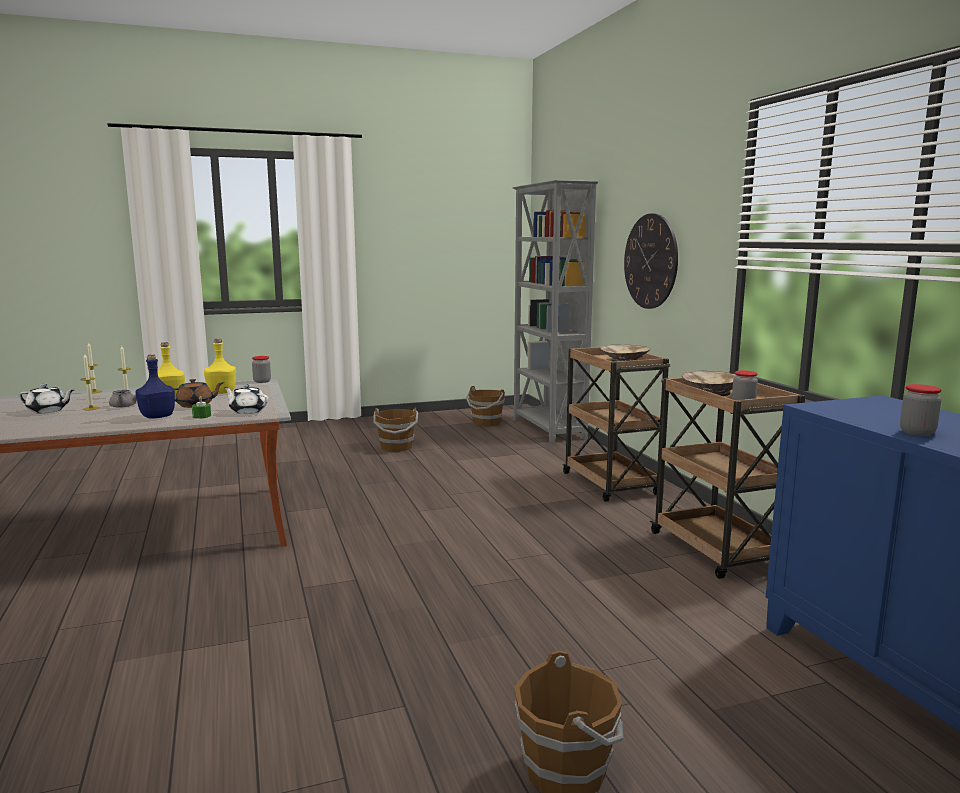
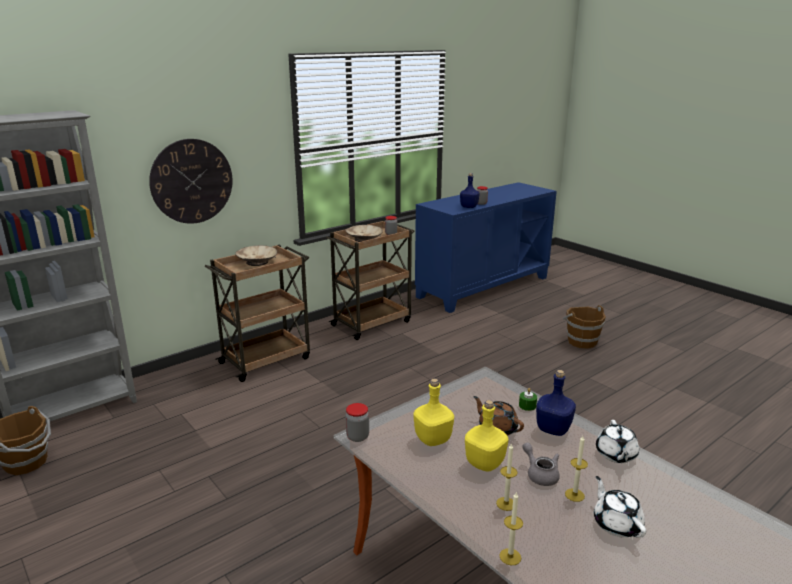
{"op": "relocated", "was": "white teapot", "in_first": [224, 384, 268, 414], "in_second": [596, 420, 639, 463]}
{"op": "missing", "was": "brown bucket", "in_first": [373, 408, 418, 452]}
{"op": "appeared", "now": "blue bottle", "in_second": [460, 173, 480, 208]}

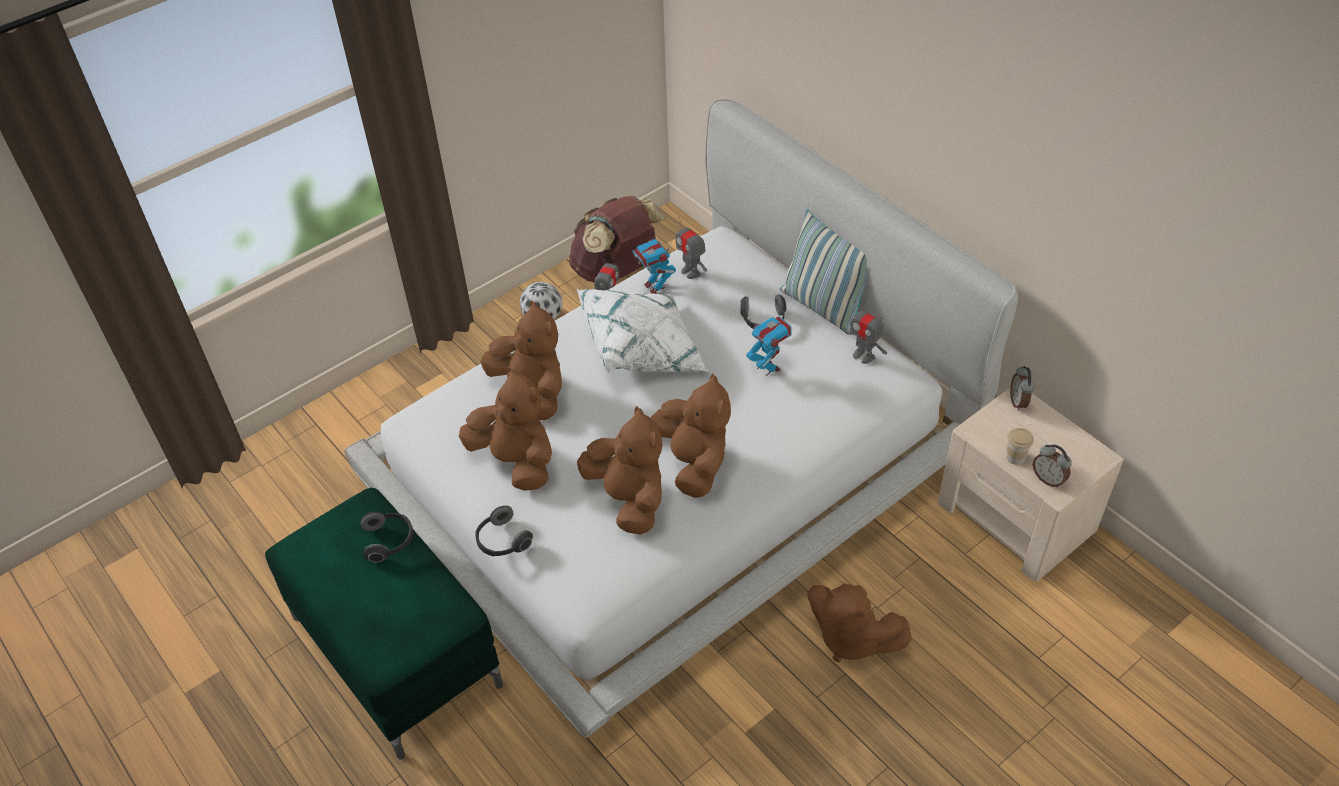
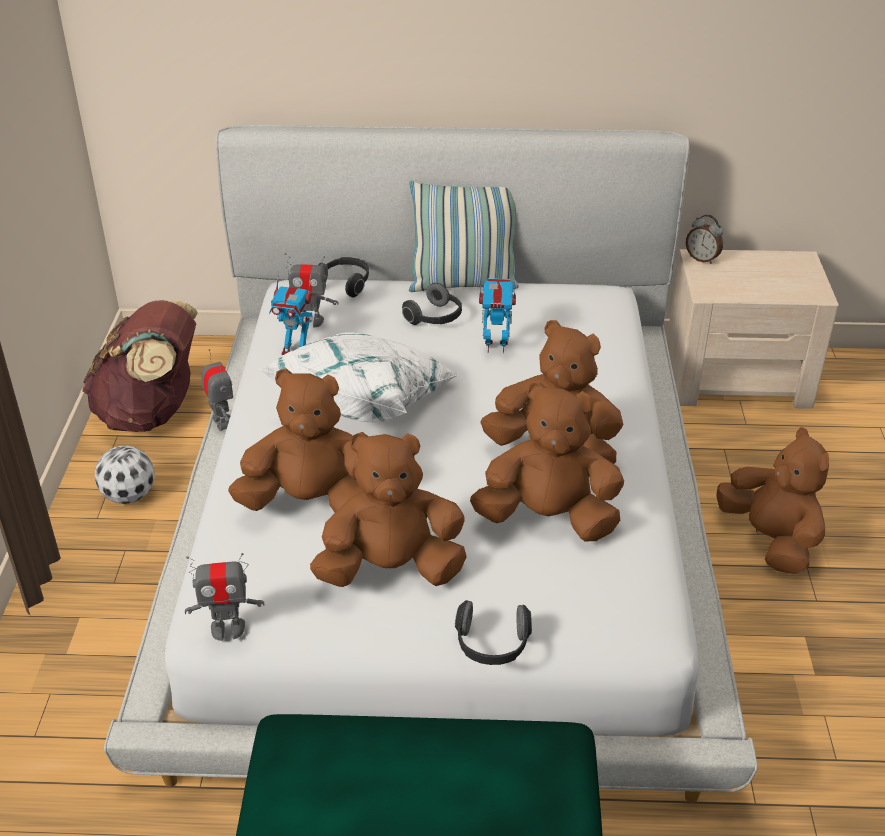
{"op": "relocated", "was": "headphones", "in_first": [360, 512, 413, 562], "in_second": [318, 257, 369, 298]}
{"op": "spun", "was": "brown plush toy", "in_first": [807, 583, 912, 662], "in_second": [716, 427, 829, 574], "clockwise": -105}
{"op": "relocated", "was": "toy robot", "in_first": [845, 301, 887, 364], "in_second": [185, 553, 264, 641]}
{"op": "missing", "was": "cup", "in_first": [1006, 428, 1034, 465]}
{"op": "missing", "was": "alarm clock", "in_first": [1033, 444, 1072, 488]}

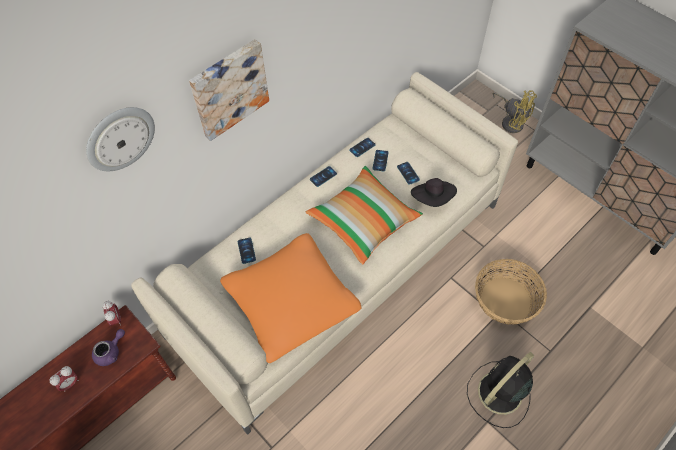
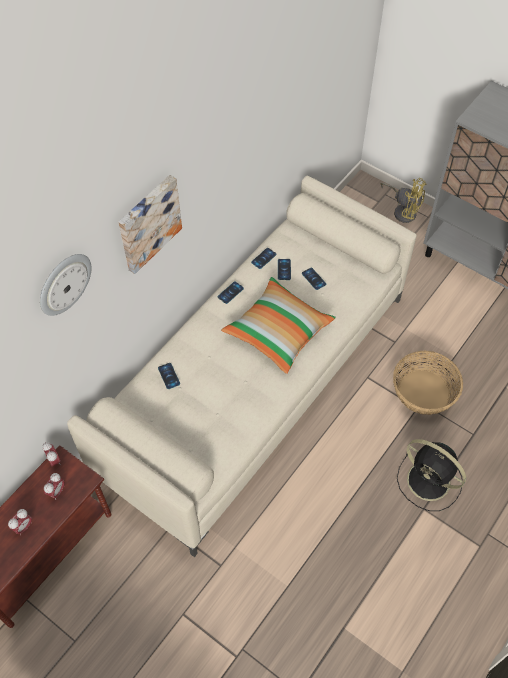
{"op": "exchanged", "was": "purple teapot", "now": "alarm clock", "in_first": [92, 329, 125, 366], "in_second": [44, 473, 65, 500]}
{"op": "missing", "was": "orange pillow", "in_first": [220, 233, 362, 363]}
{"op": "missing", "was": "black hat", "in_first": [411, 178, 457, 207]}
{"op": "spun", "was": "black fan", "in_first": [467, 352, 534, 428], "in_second": [397, 439, 466, 511], "clockwise": -90}

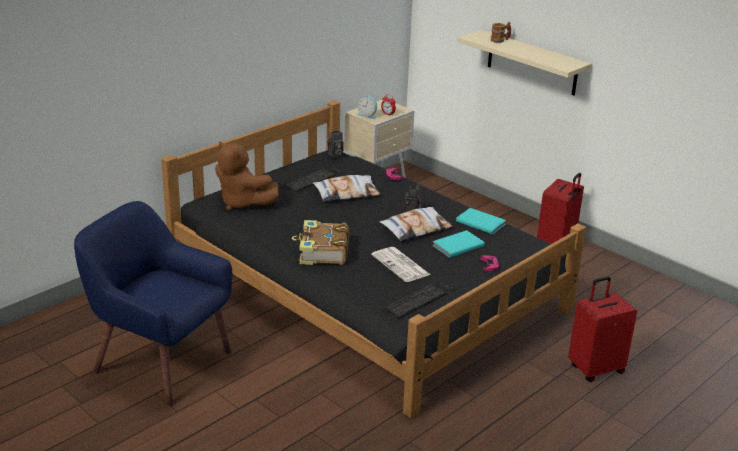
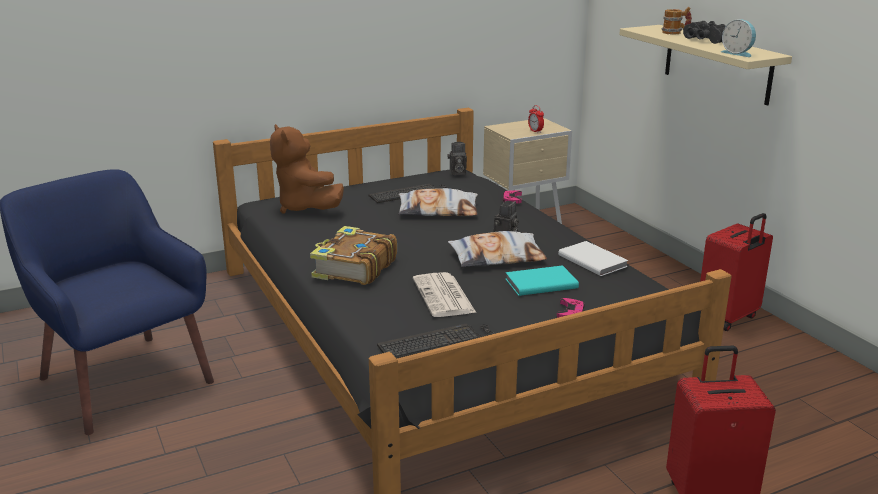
{"op": "relocated", "was": "alarm clock", "in_first": [357, 96, 377, 119], "in_second": [721, 19, 756, 57]}
{"op": "colour", "was": "turquoise book", "now": "white book", "in_first": [456, 208, 506, 234], "in_second": [558, 241, 629, 276]}
{"op": "appeared", "now": "black binoculars", "in_second": [683, 21, 726, 44]}

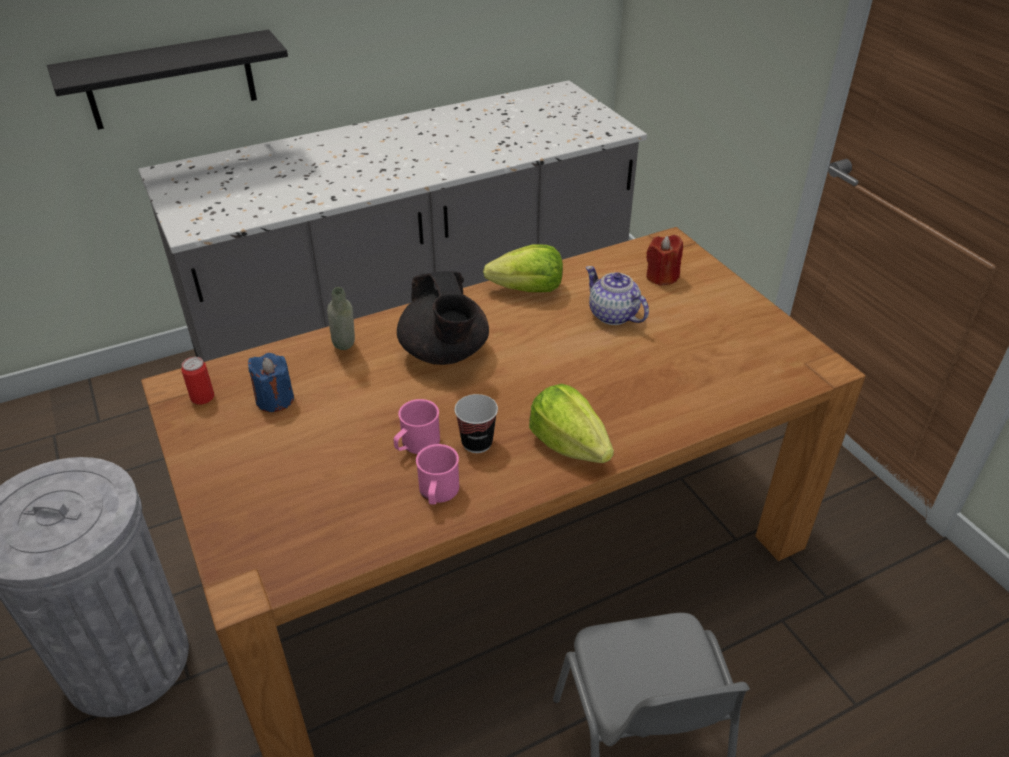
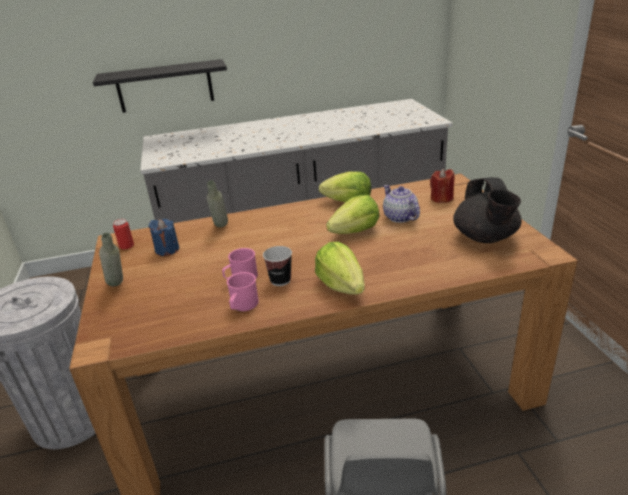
{"op": "relocated", "was": "black teapot", "in_first": [397, 271, 489, 365], "in_second": [453, 177, 522, 243]}
{"op": "appeared", "now": "grey bottle", "in_second": [99, 233, 123, 286]}
{"op": "appeared", "now": "lettuce", "in_second": [326, 195, 380, 234]}

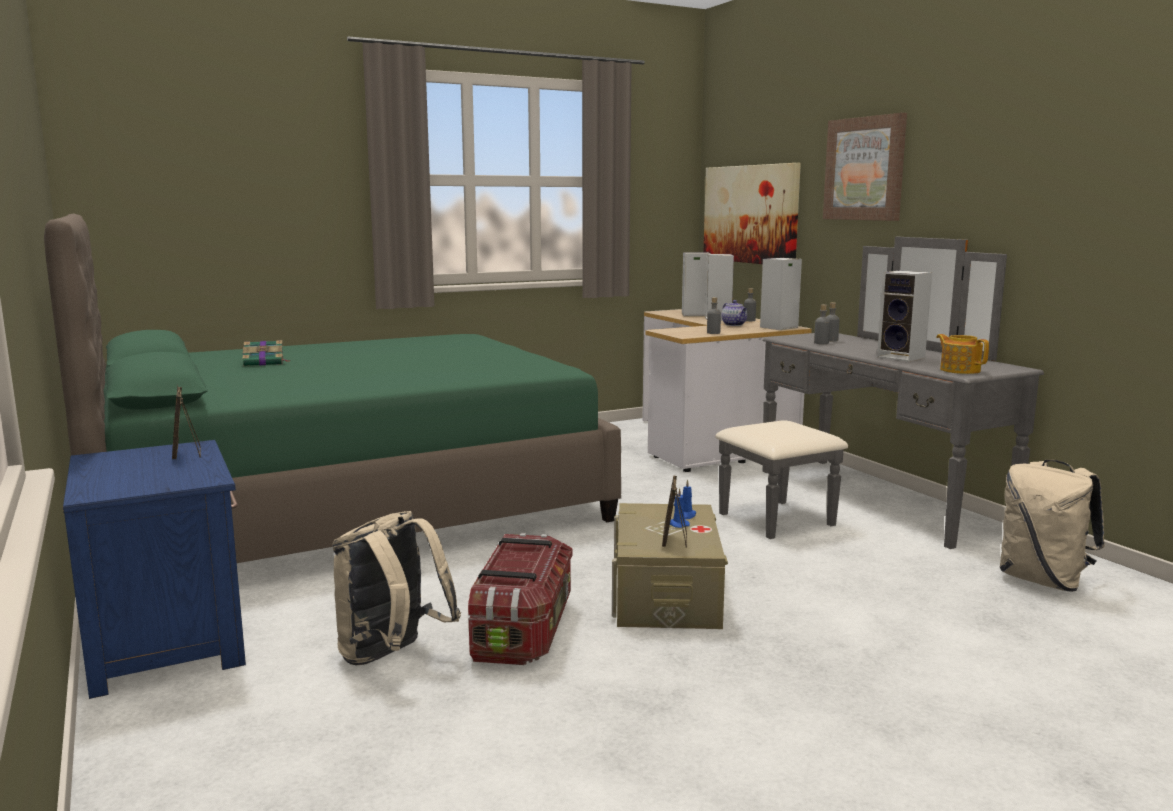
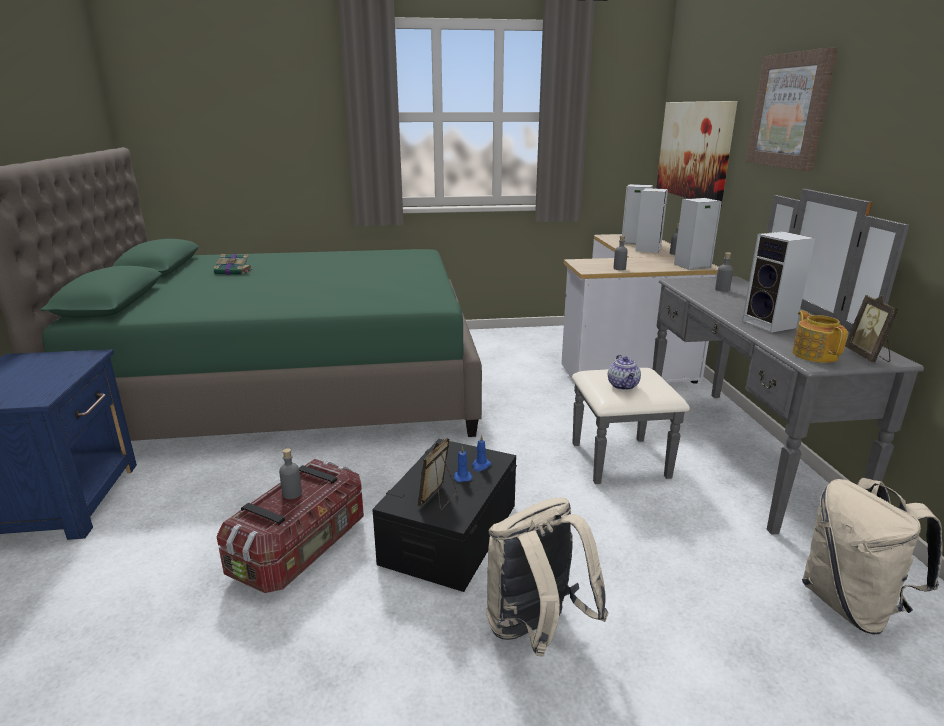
{"op": "relocated", "was": "picture frame", "in_first": [172, 385, 201, 459], "in_second": [845, 295, 898, 362]}
{"op": "relocated", "was": "beige backpack", "in_first": [332, 511, 461, 666], "in_second": [487, 497, 609, 657]}
{"op": "colour", "was": "beige storage box", "now": "black storage box", "in_first": [612, 503, 728, 629], "in_second": [372, 439, 517, 592]}
{"op": "relocated", "was": "teapot", "in_first": [721, 300, 747, 326], "in_second": [608, 355, 641, 390]}
{"op": "relocated", "was": "grey bottle", "in_first": [814, 305, 830, 344], "in_second": [279, 448, 302, 499]}

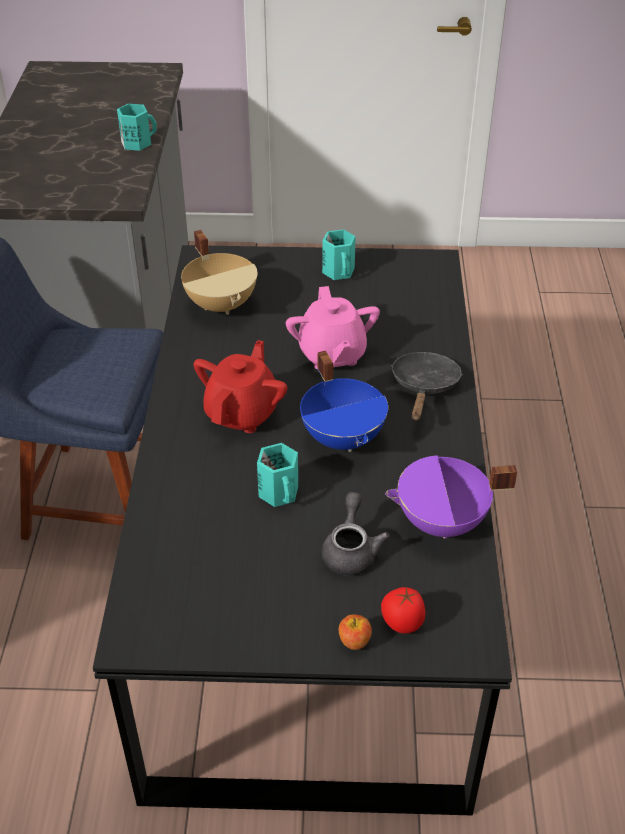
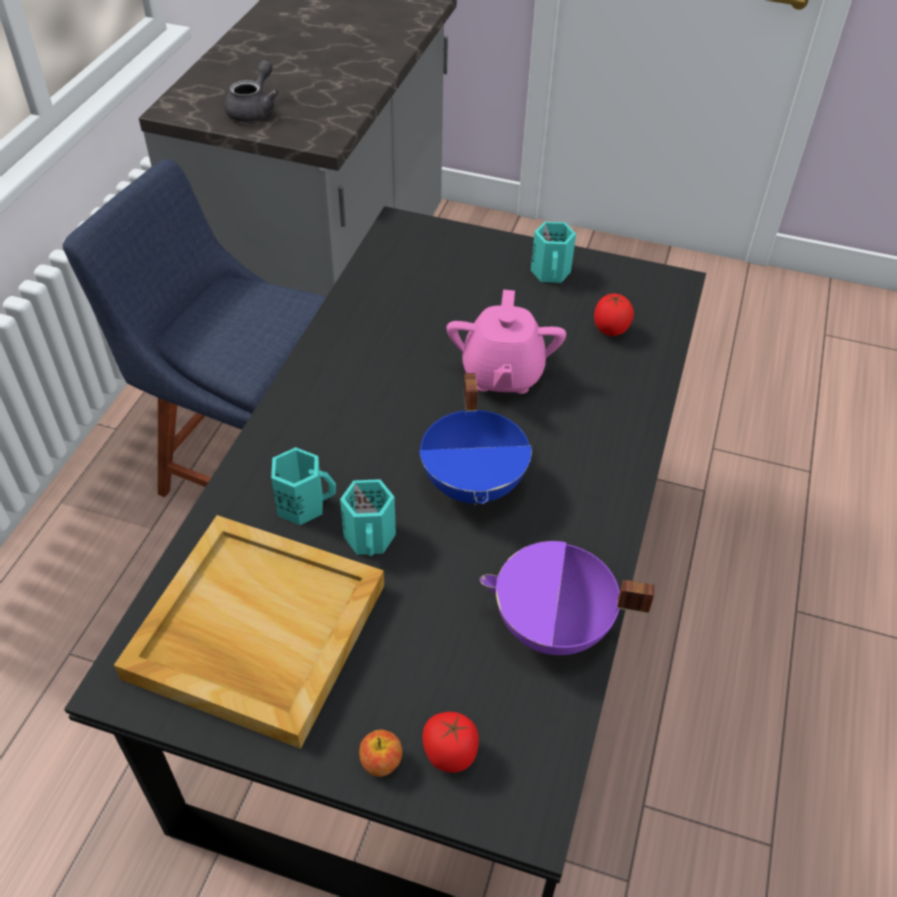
{"op": "relocated", "was": "turquoise mug", "in_first": [117, 103, 157, 151], "in_second": [271, 447, 336, 525]}
{"op": "missing", "was": "beige cooking pot", "in_first": [181, 230, 258, 315]}
{"op": "missing", "was": "red teapot", "in_first": [194, 340, 288, 433]}
{"op": "relocated", "was": "grey teapot", "in_first": [322, 492, 389, 576], "in_second": [225, 60, 279, 122]}
{"op": "missing", "was": "black frying pan", "in_first": [391, 352, 463, 420]}
{"op": "appeared", "now": "beige tray", "in_second": [114, 515, 384, 749]}
{"op": "appeared", "now": "tomato", "in_second": [594, 293, 634, 336]}

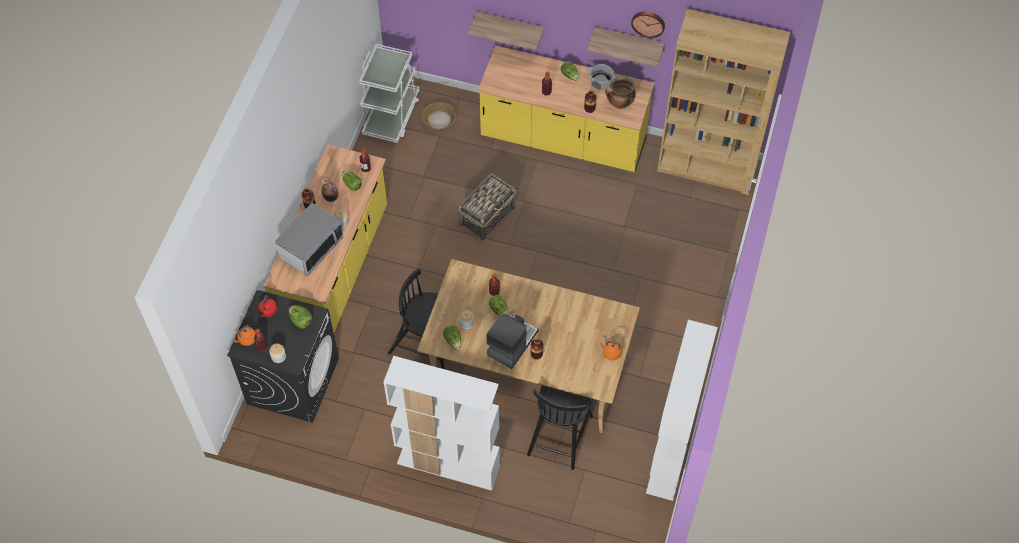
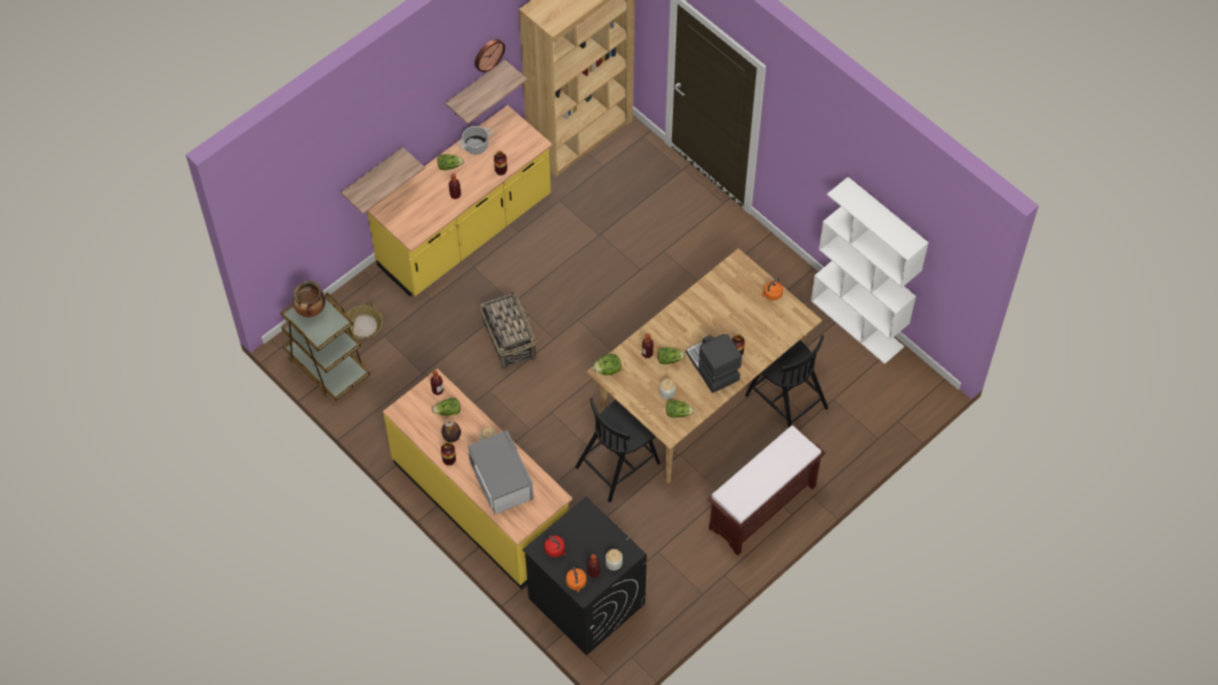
{"op": "relocated", "was": "lettuce", "in_first": [289, 305, 312, 329], "in_second": [593, 354, 621, 375]}
{"op": "colour", "was": "white cart", "now": "brown cart", "in_first": [359, 44, 419, 143], "in_second": [280, 292, 370, 401]}
{"op": "exchanged", "was": "white bookcase", "now": "brown bench", "in_first": [384, 356, 500, 491], "in_second": [707, 425, 825, 556]}
{"op": "relocated", "was": "cooking pot", "in_first": [605, 76, 636, 109], "in_second": [293, 280, 326, 317]}

